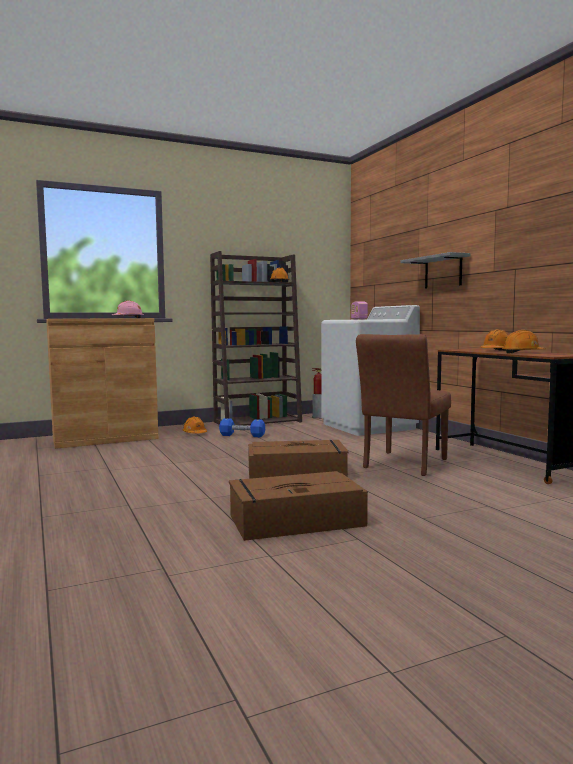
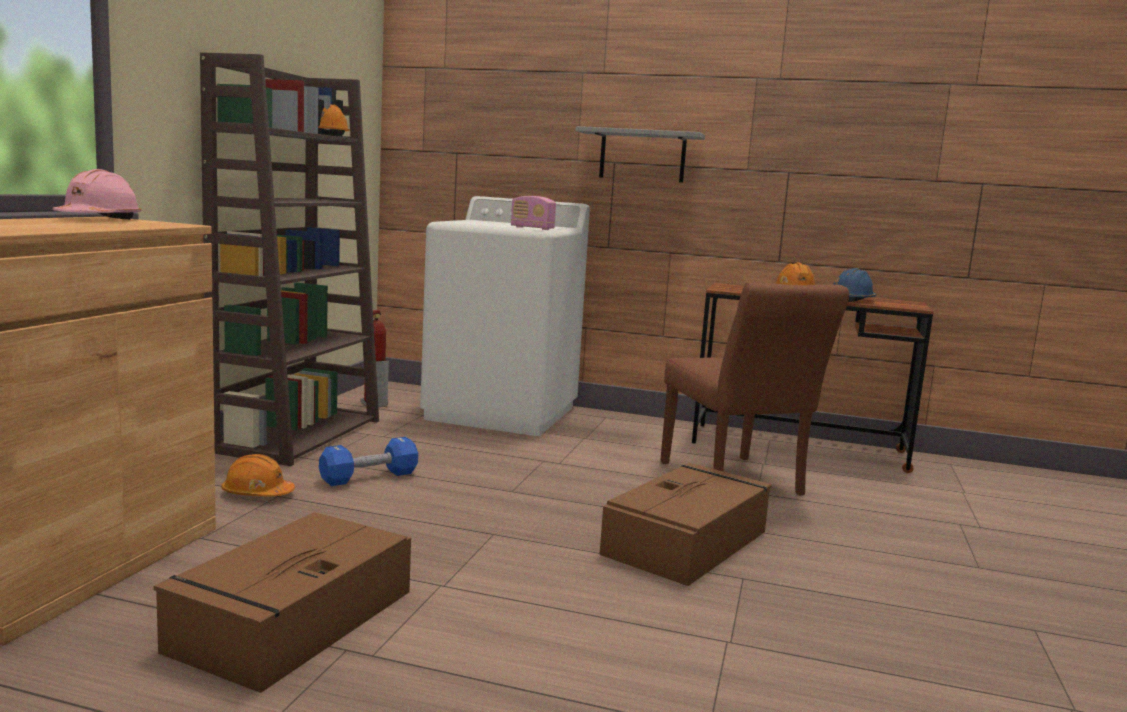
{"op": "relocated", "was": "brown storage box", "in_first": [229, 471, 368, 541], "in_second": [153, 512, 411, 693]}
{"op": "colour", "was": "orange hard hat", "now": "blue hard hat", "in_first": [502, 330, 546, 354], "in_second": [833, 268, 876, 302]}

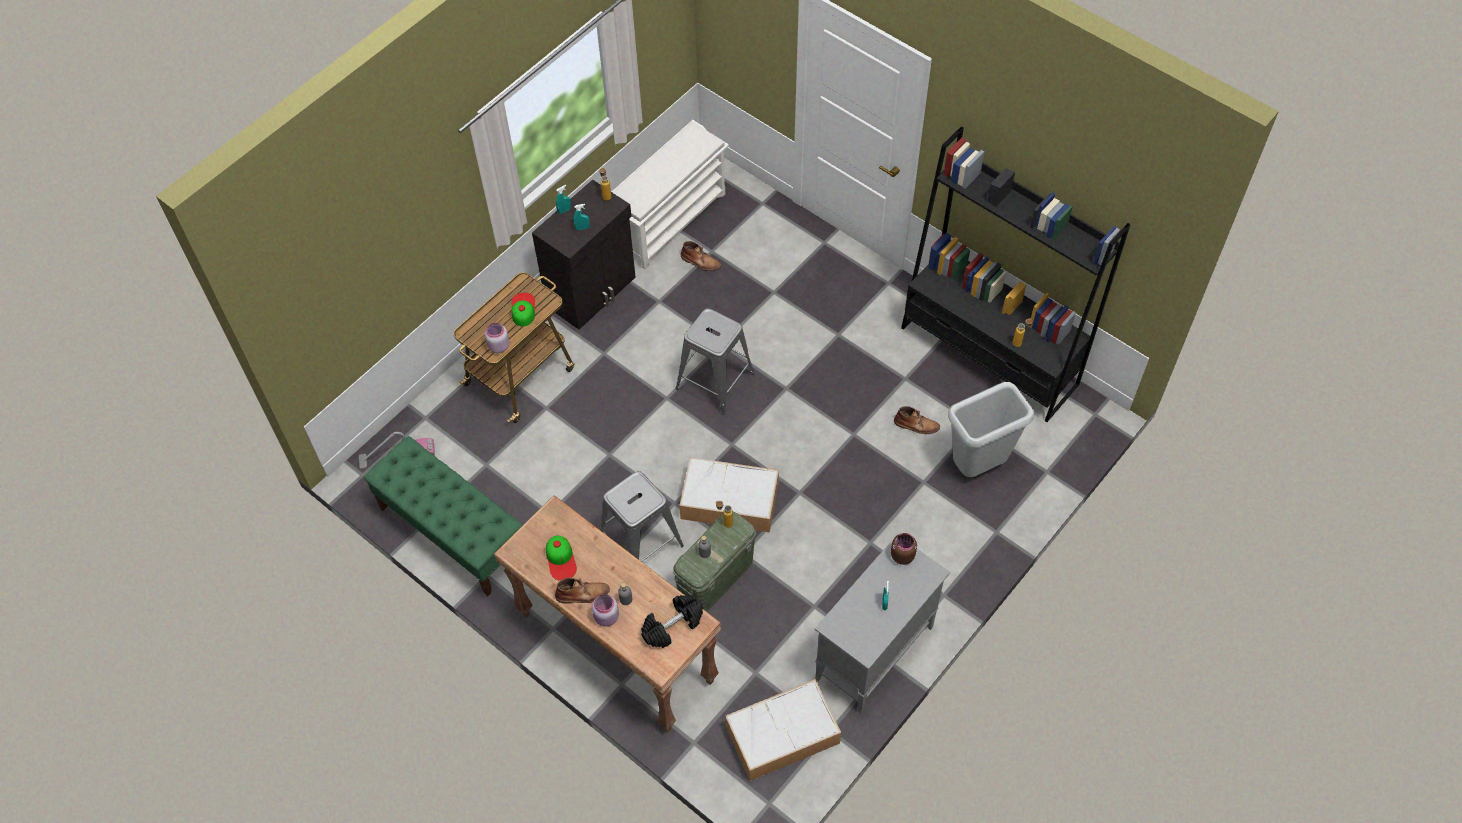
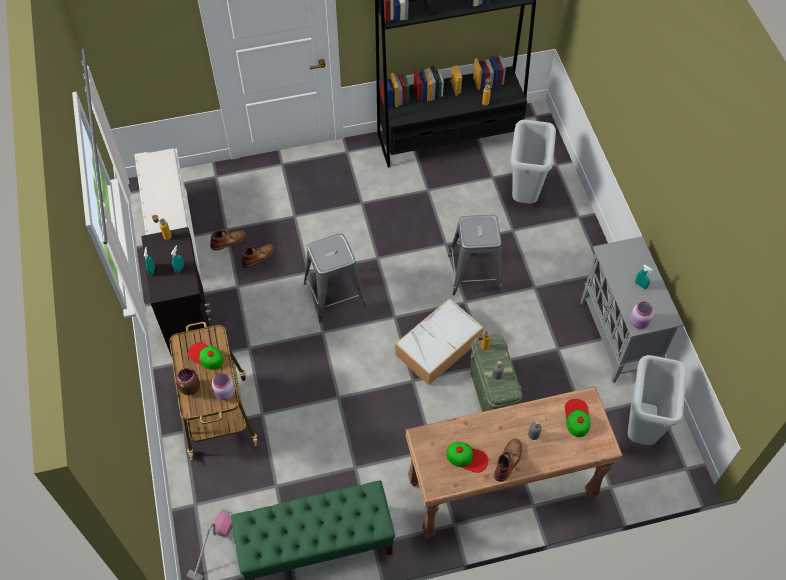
{"op": "relocated", "was": "pink jar", "in_first": [592, 594, 619, 627], "in_second": [630, 301, 654, 329]}
{"op": "relocated", "was": "grey stool", "in_first": [600, 471, 684, 562], "in_second": [448, 215, 502, 296]}
{"op": "exchanged", "was": "black dumbbell", "now": "cap", "in_first": [641, 595, 703, 648], "in_second": [565, 399, 590, 437]}
{"op": "exchanged", "was": "storage box", "now": "grey trash can", "in_first": [725, 679, 841, 781], "in_second": [628, 355, 687, 445]}
{"op": "relocated", "was": "brown jar", "in_first": [891, 533, 917, 565], "in_second": [176, 368, 200, 395]}
{"op": "relocated", "was": "brown boot", "in_first": [894, 406, 940, 434], "in_second": [241, 244, 274, 268]}

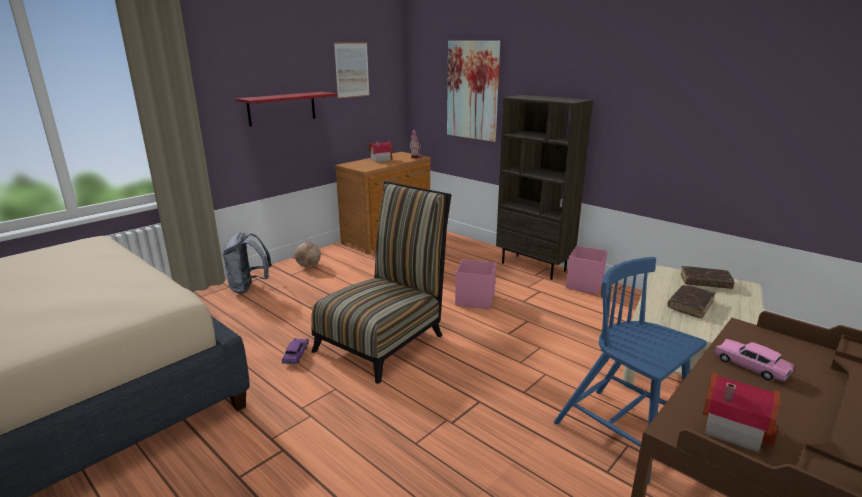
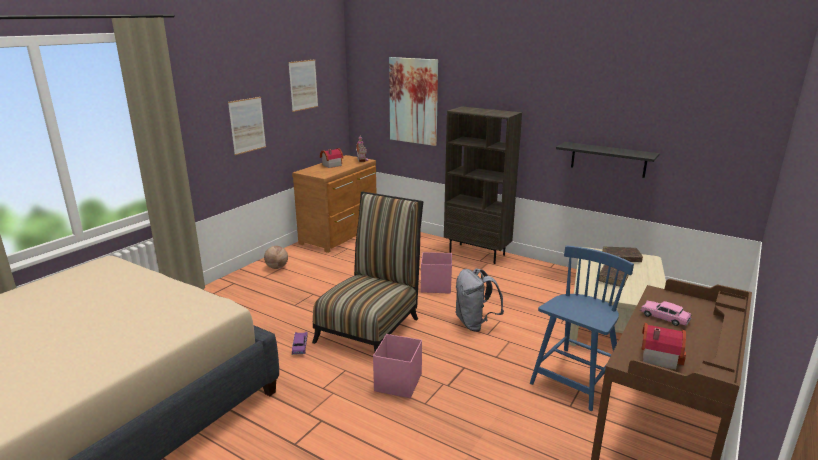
{"op": "relocated", "was": "grey backpack", "in_first": [222, 233, 272, 294], "in_second": [456, 269, 504, 332]}
{"op": "exchanged", "was": "red shelf", "now": "picture", "in_first": [236, 92, 337, 127], "in_second": [228, 97, 266, 155]}
{"op": "spun", "was": "blue chair", "in_first": [554, 257, 707, 484], "in_second": [530, 245, 634, 411], "clockwise": 90}
{"op": "relocated", "was": "pink storage box", "in_first": [566, 246, 607, 294], "in_second": [373, 334, 422, 398]}
{"op": "appeared", "now": "black shelf", "in_second": [556, 142, 660, 178]}

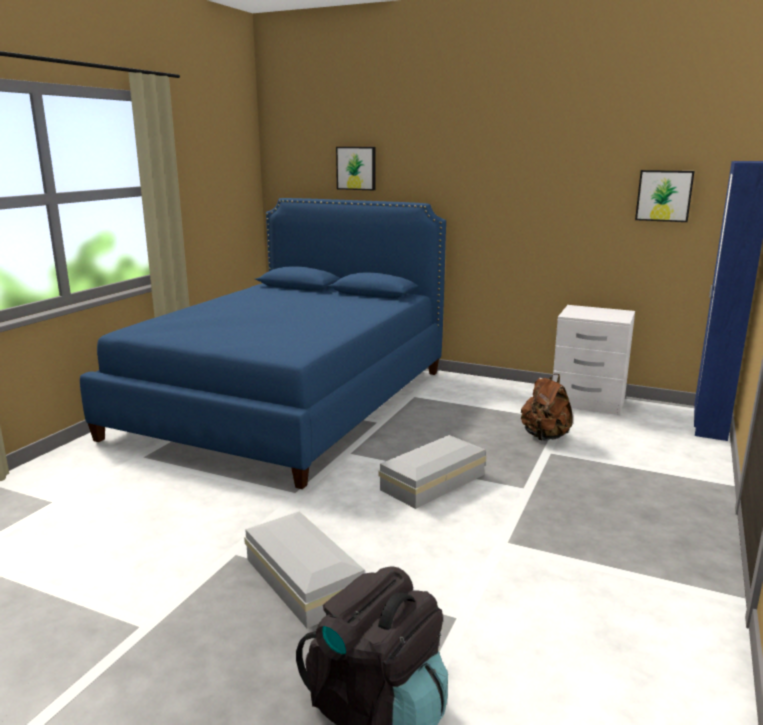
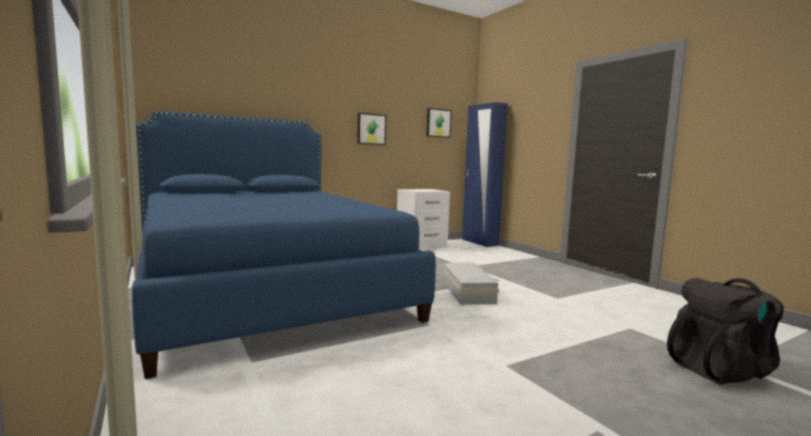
{"op": "missing", "was": "white storage box", "in_first": [244, 511, 365, 628]}
{"op": "relocated", "was": "picture", "in_first": [336, 147, 376, 190], "in_second": [357, 113, 386, 145]}
{"op": "missing", "was": "brown backpack", "in_first": [521, 374, 573, 441]}

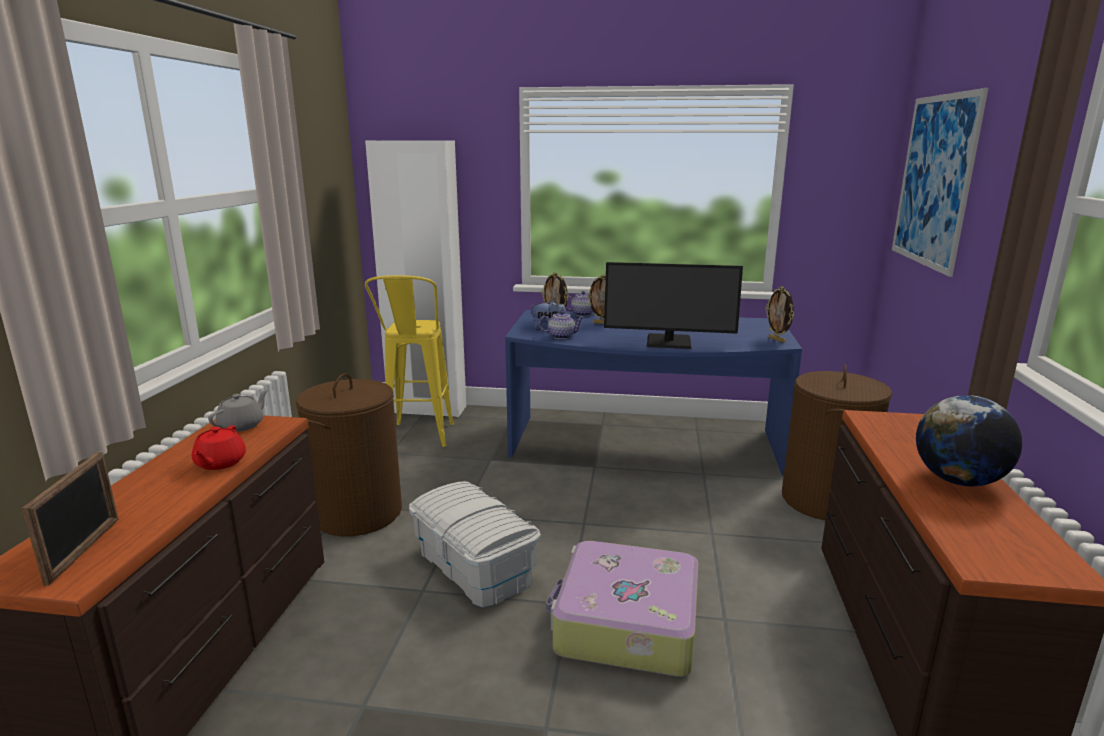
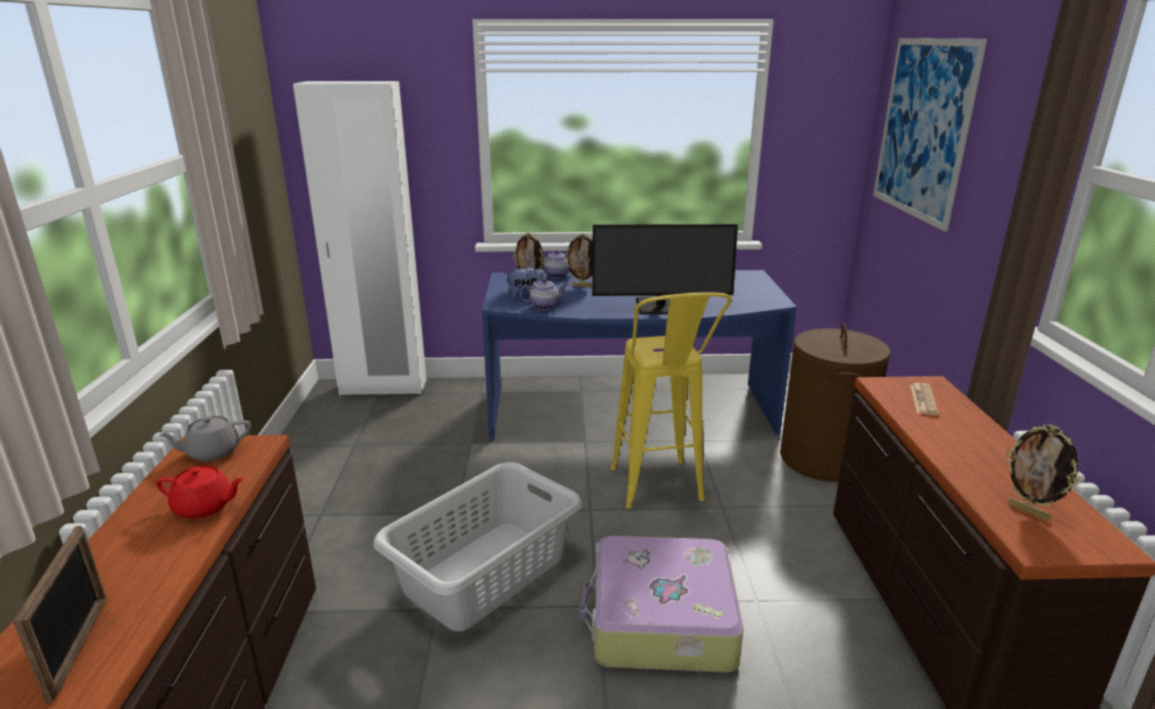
{"op": "spun", "was": "red teapot", "in_first": [192, 425, 246, 470], "in_second": [156, 466, 244, 519], "clockwise": -75}
{"op": "spun", "was": "grey teapot", "in_first": [208, 390, 268, 432], "in_second": [159, 416, 251, 461], "clockwise": -135}
{"op": "missing", "was": "brown laundry basket", "in_first": [296, 373, 402, 536]}
{"op": "relocated", "was": "yellow stool", "in_first": [365, 275, 454, 447], "in_second": [611, 292, 732, 508]}
{"op": "exchanged", "was": "white storage box", "now": "grey laundry basket", "in_first": [409, 481, 541, 608], "in_second": [374, 462, 582, 631]}
{"op": "relocated", "was": "picture frame", "in_first": [765, 286, 794, 343], "in_second": [1006, 424, 1080, 521]}
{"op": "missing", "was": "globe", "in_first": [916, 395, 1022, 486]}
{"op": "appeared", "now": "newspaper", "in_second": [910, 383, 939, 415]}

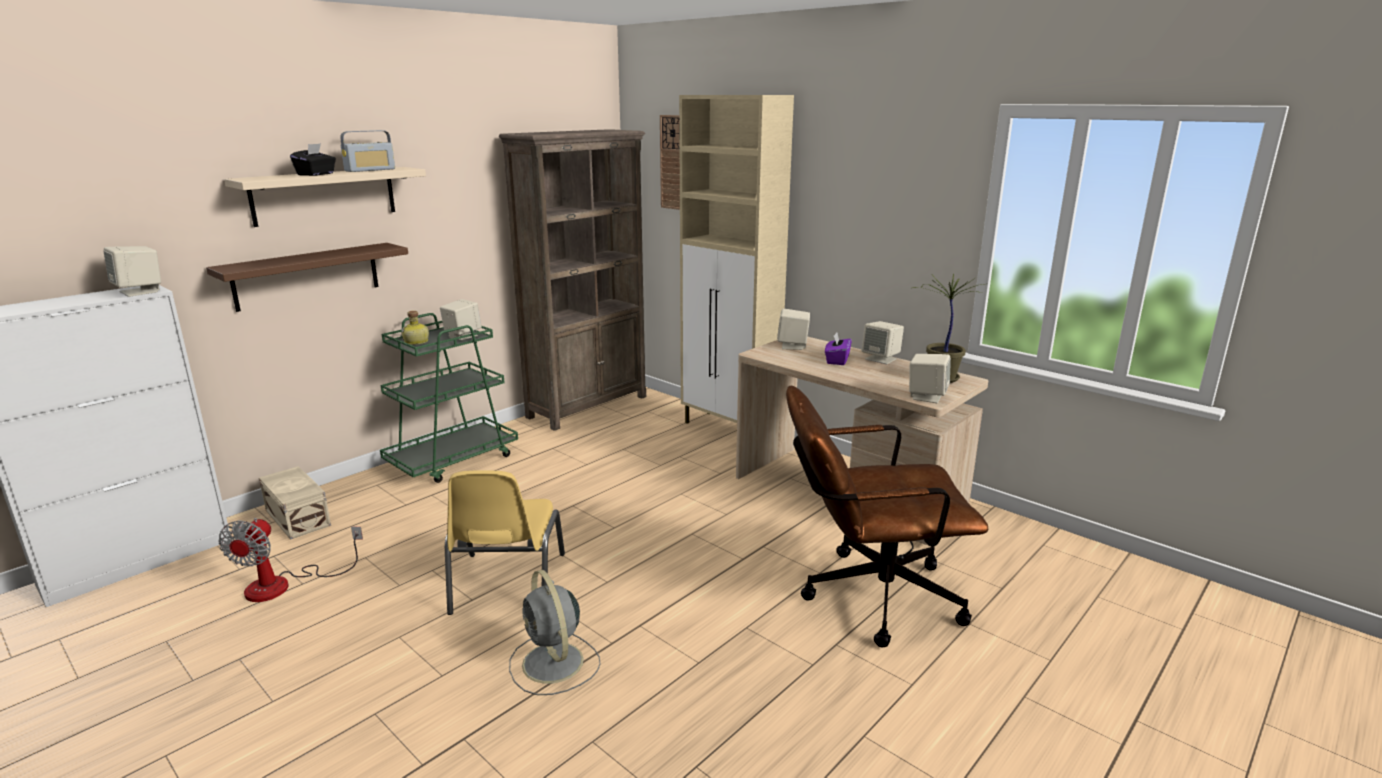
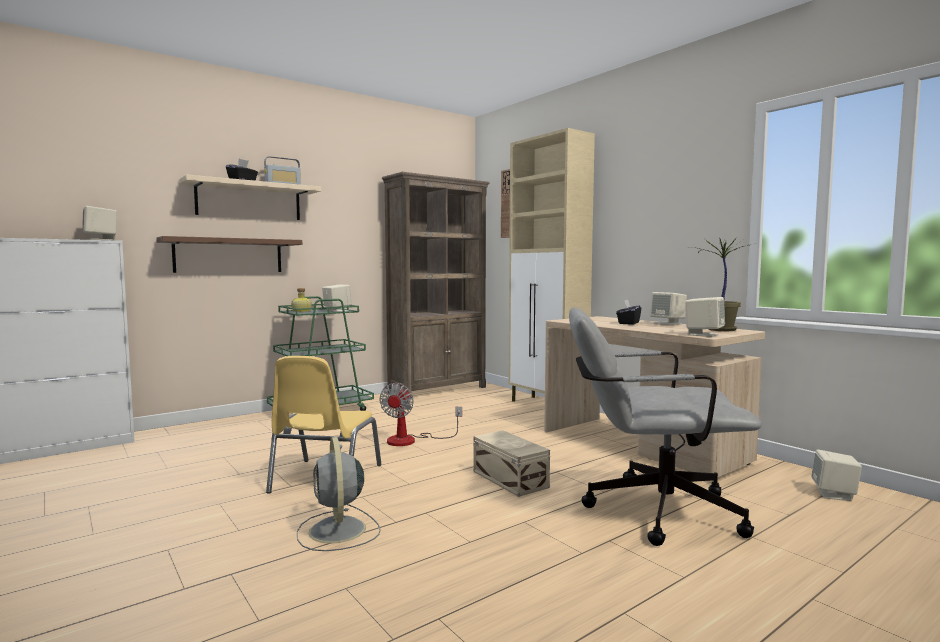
{"op": "relocated", "was": "fan", "in_first": [218, 518, 363, 602], "in_second": [379, 383, 462, 446]}
{"op": "relocated", "was": "beige storage box", "in_first": [259, 466, 331, 540], "in_second": [473, 430, 550, 497]}
{"op": "relocated", "was": "beige speaker", "in_first": [777, 309, 810, 350], "in_second": [811, 450, 862, 501]}
{"op": "colour", "was": "brown office chair", "now": "grey office chair", "in_first": [786, 385, 988, 647], "in_second": [569, 307, 762, 546]}
{"op": "colour", "was": "purple tissue box", "now": "black tissue box", "in_first": [825, 332, 852, 365], "in_second": [616, 300, 641, 325]}

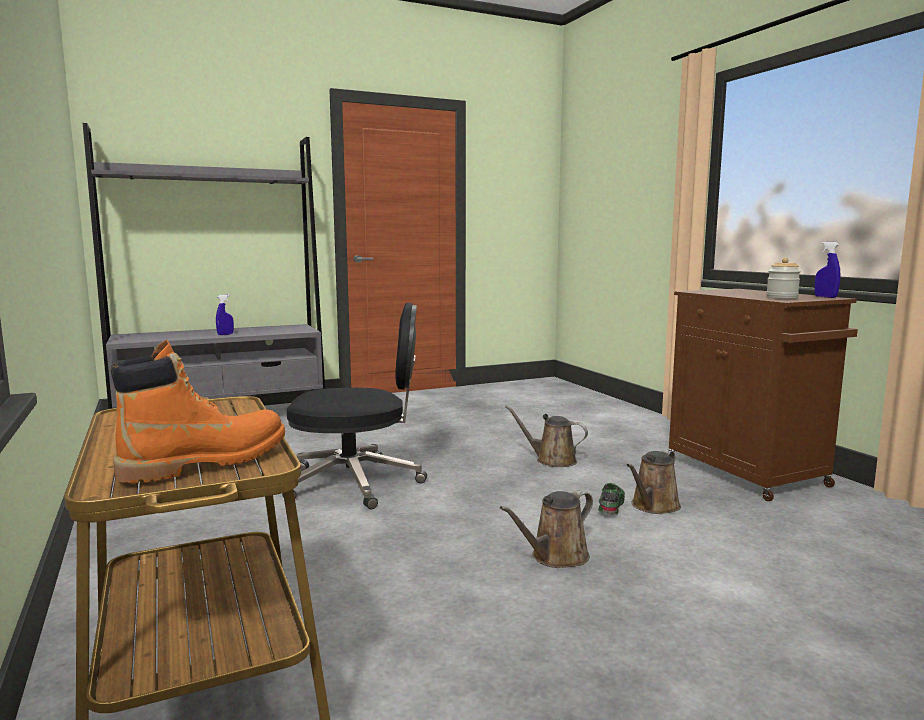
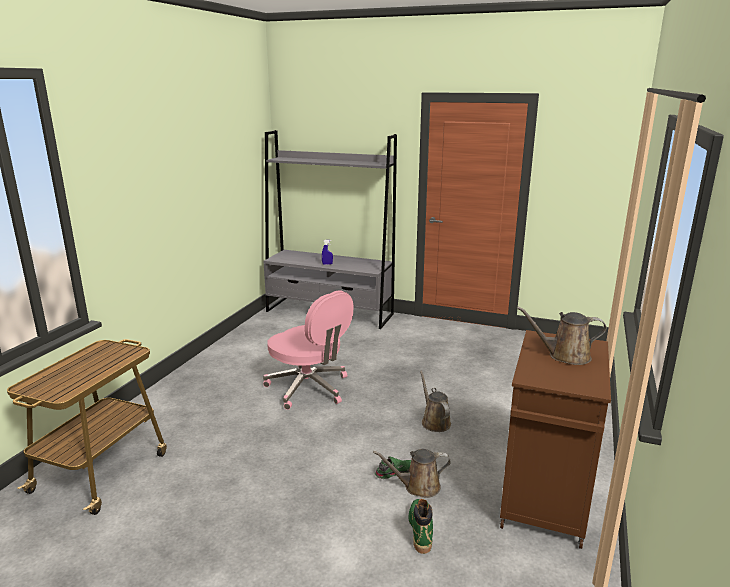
{"op": "missing", "was": "orange boot", "in_first": [111, 340, 285, 483]}
{"op": "colour", "was": "black office chair", "now": "pink office chair", "in_first": [282, 303, 427, 509], "in_second": [263, 290, 354, 410]}
{"op": "relocated", "was": "brown watering can", "in_first": [500, 490, 593, 568], "in_second": [517, 306, 606, 365]}
{"op": "missing", "was": "jar", "in_first": [766, 258, 801, 299]}
{"op": "missing", "was": "blue spray bottle", "in_first": [815, 242, 840, 298]}
{"op": "appeared", "now": "green boot", "in_second": [409, 499, 433, 554]}

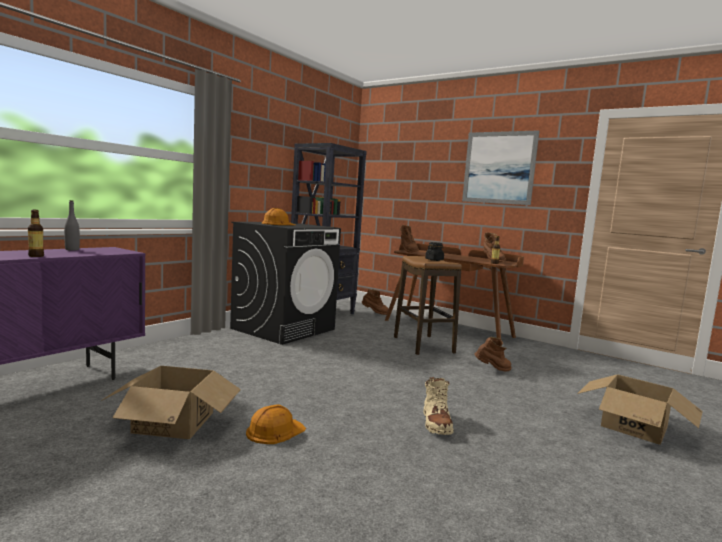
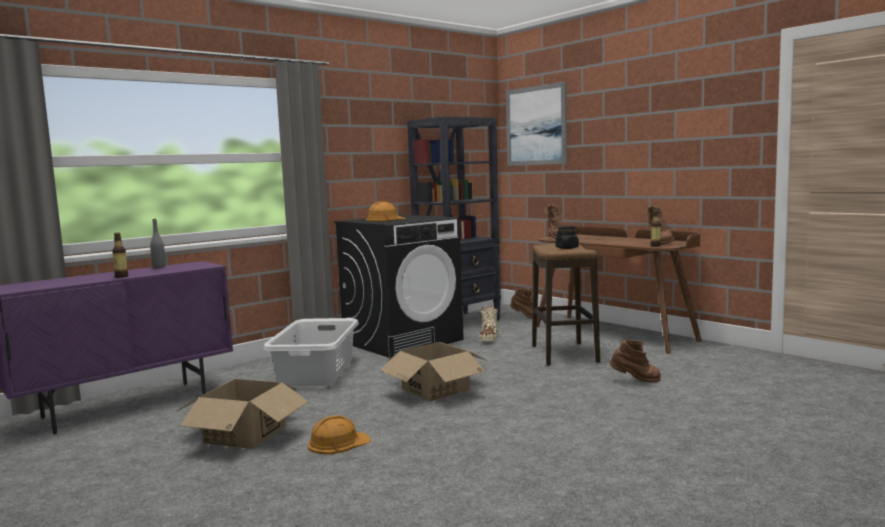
{"op": "relocated", "was": "beige boot", "in_first": [423, 377, 454, 435], "in_second": [479, 306, 498, 341]}
{"op": "relocated", "was": "picture", "in_first": [462, 130, 539, 205], "in_second": [506, 81, 567, 166]}
{"op": "relocated", "was": "cardboard box", "in_first": [577, 375, 703, 445], "in_second": [379, 342, 488, 402]}
{"op": "appeared", "now": "grey laundry basket", "in_second": [263, 318, 359, 386]}

